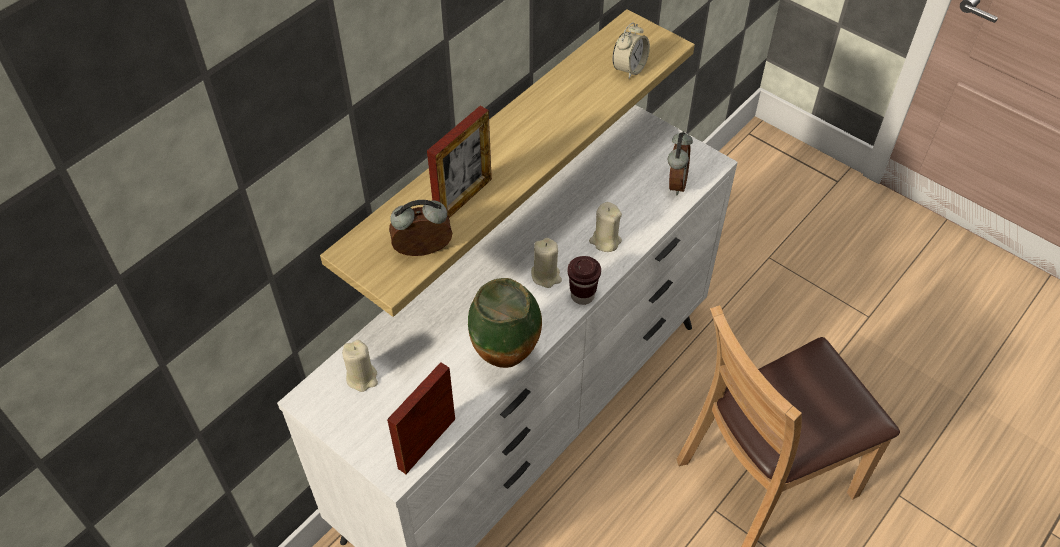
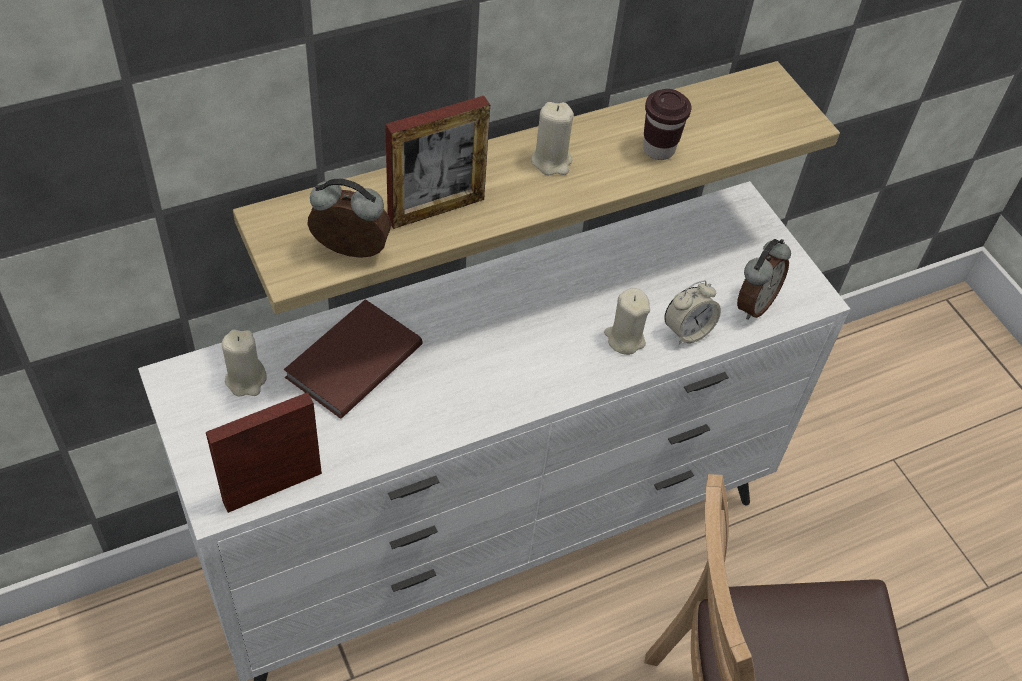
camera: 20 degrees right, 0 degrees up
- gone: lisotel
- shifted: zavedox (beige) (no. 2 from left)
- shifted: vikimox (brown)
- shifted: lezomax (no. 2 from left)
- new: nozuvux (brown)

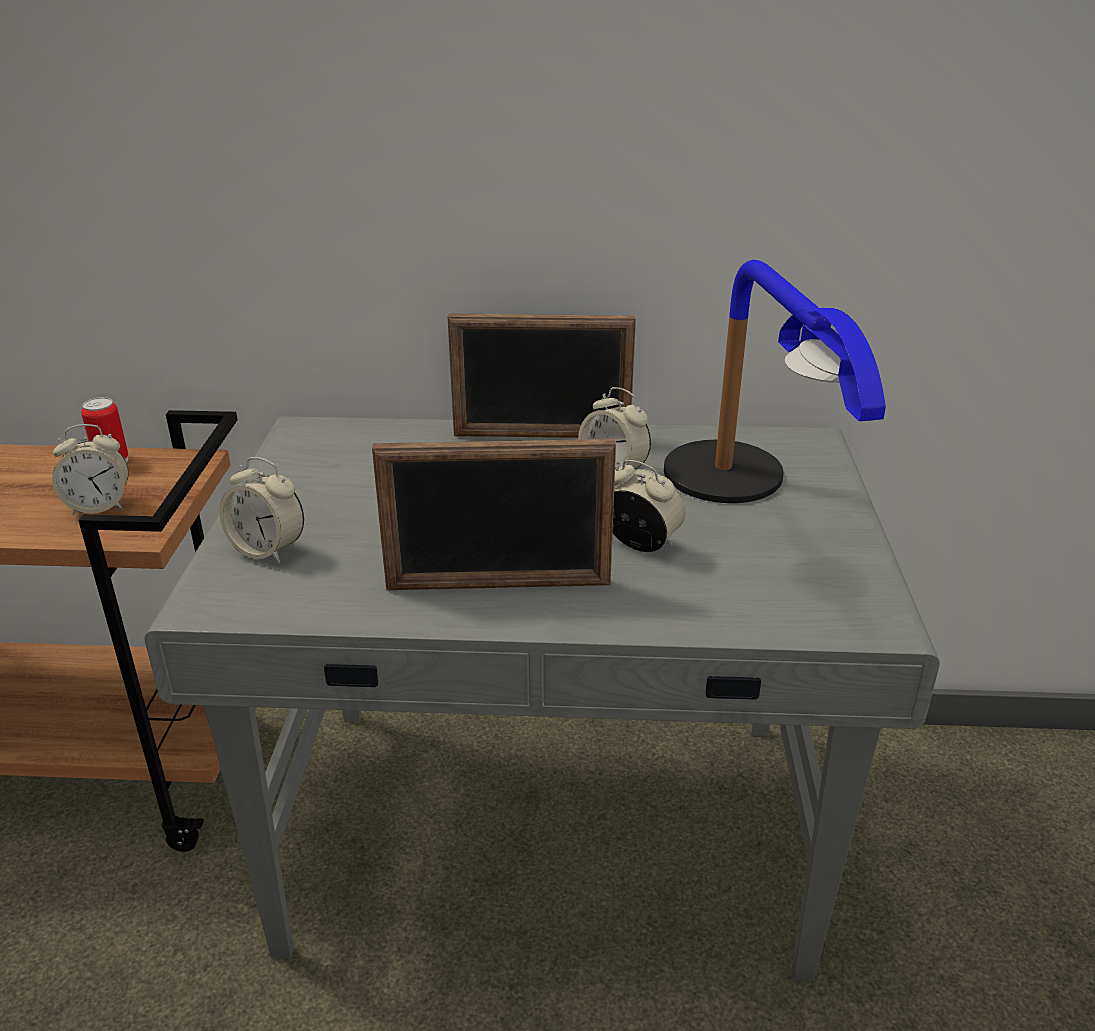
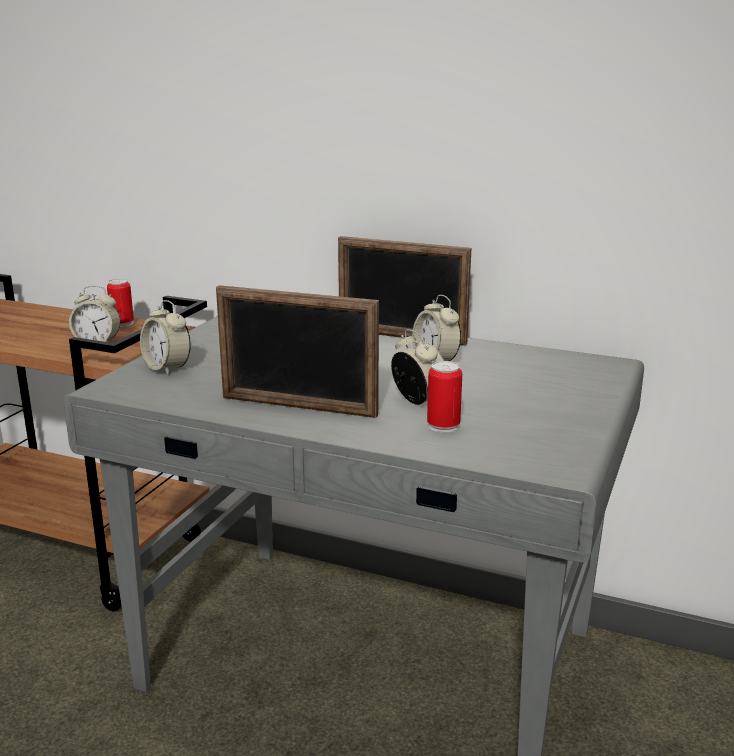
camera: 20 degrees right, 10 degrees down
- gone: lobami
- new: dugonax (no. 2 from left)

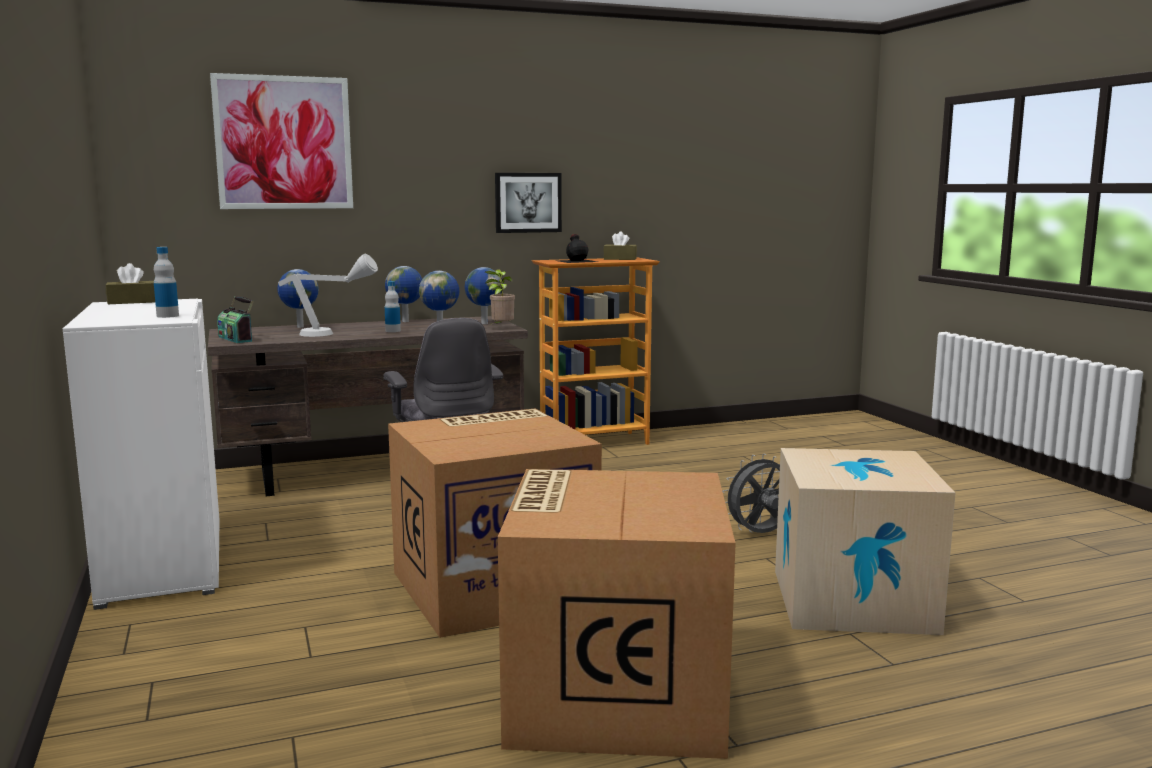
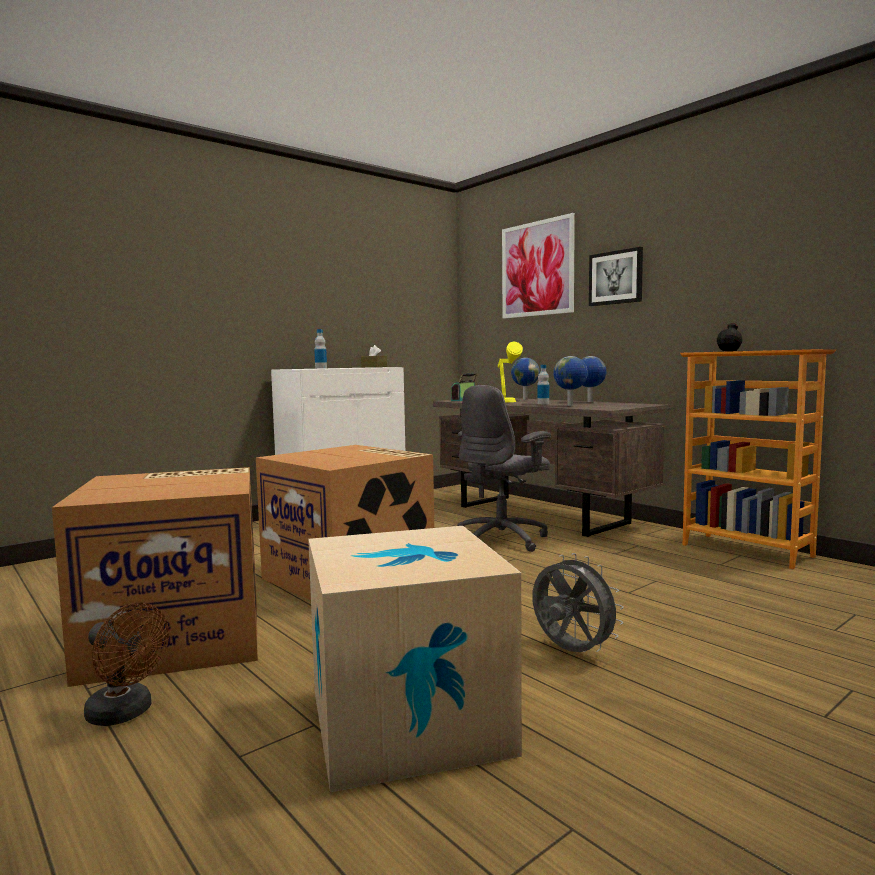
camera: 70 degrees right, 5 degrees down
- repainted: lobami (grey) to lobami (yellow)
- gone: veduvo (no. 4 from left)
- gone: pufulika
- shifted: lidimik (no. 2 from left)
- gone: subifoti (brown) (no. 2 from left)
- new: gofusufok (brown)

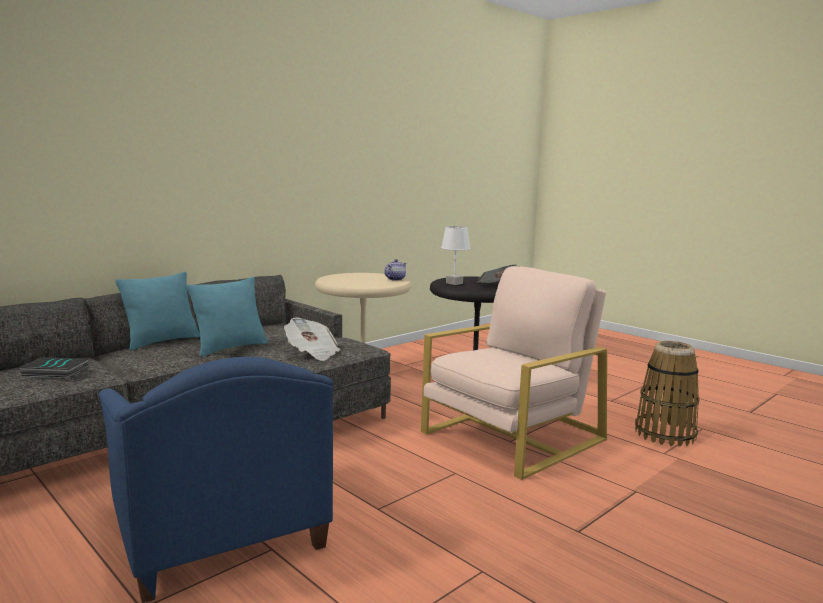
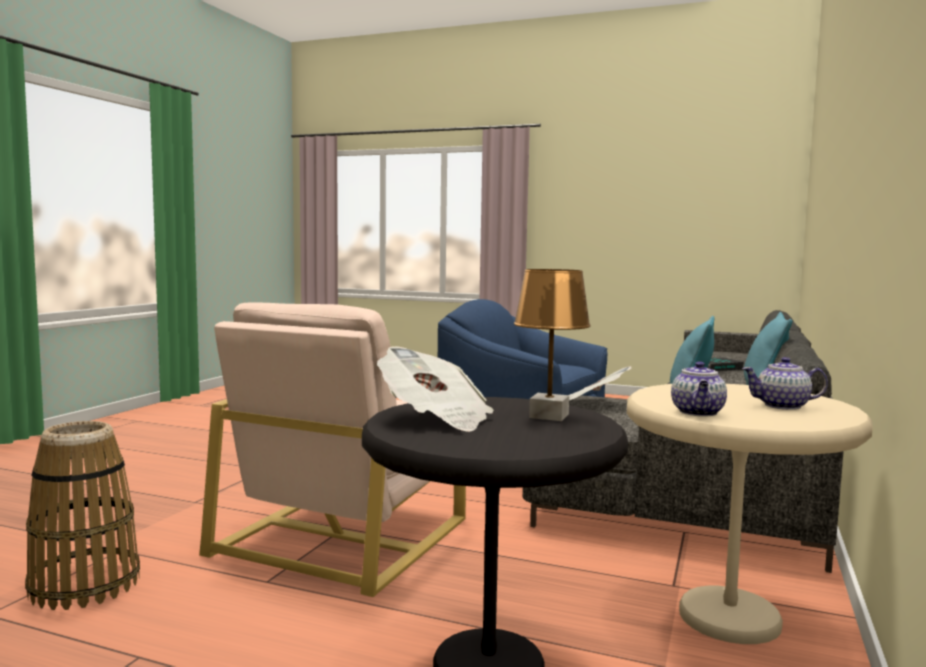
camera: 155 degrees right, 5 degrees down
- repainted: lobami (white) to lobami (brown)
- new: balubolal (no. 2 from left)

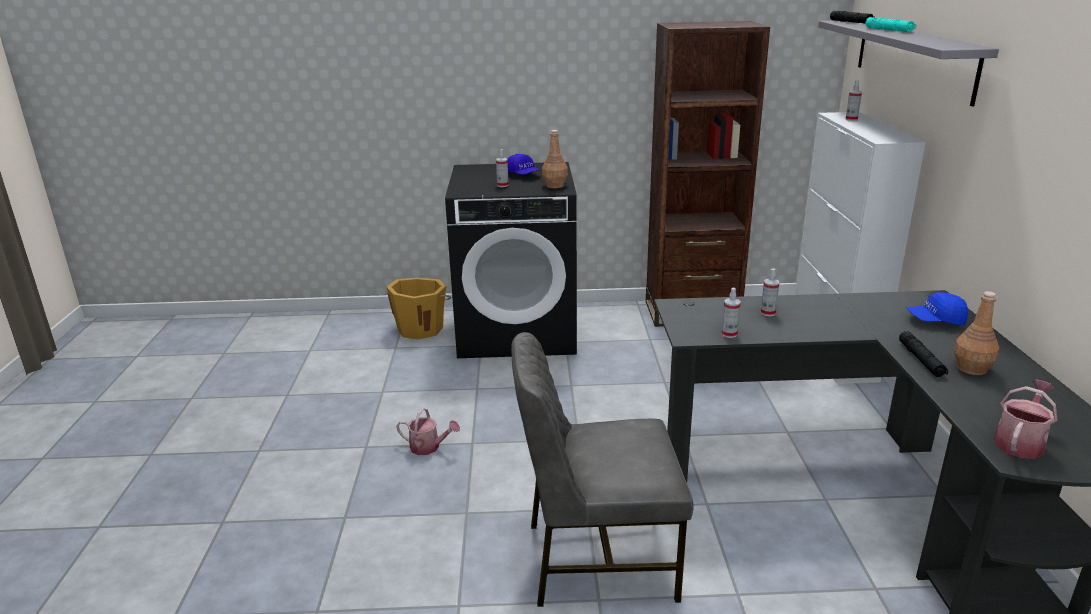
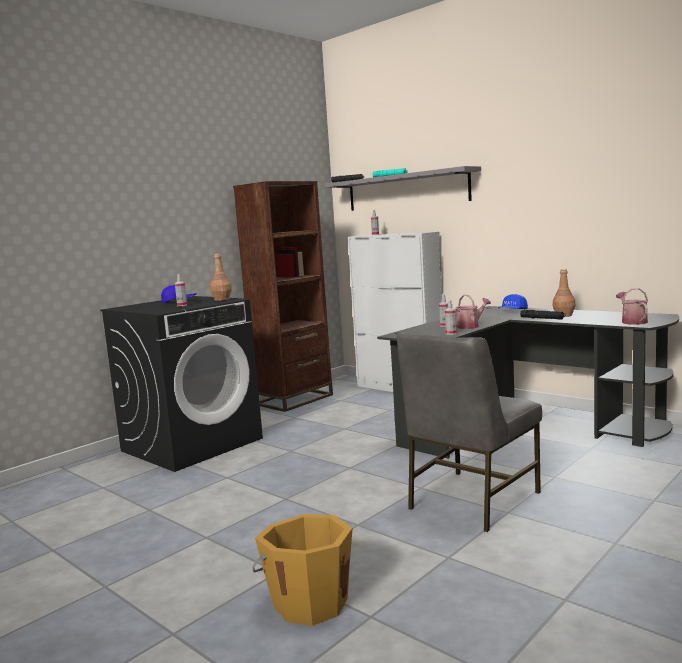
camera: 45 degrees left, 15 degrees down
- shifted: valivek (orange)
- shifted: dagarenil (no. 1 from left)

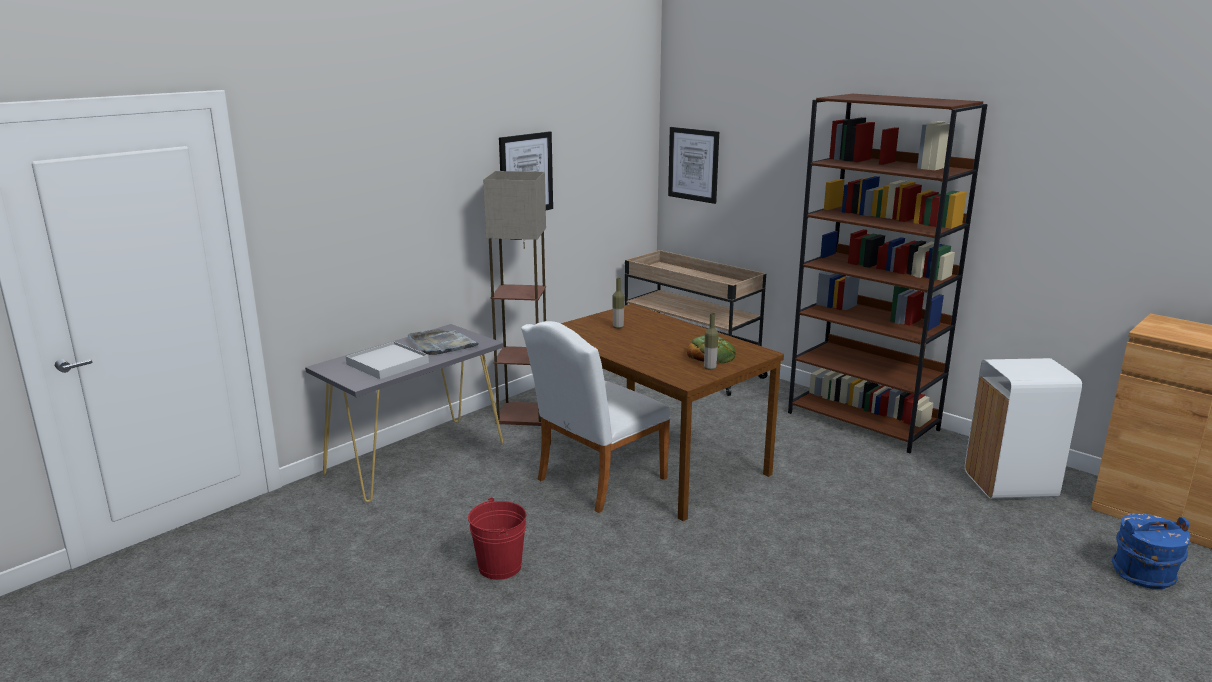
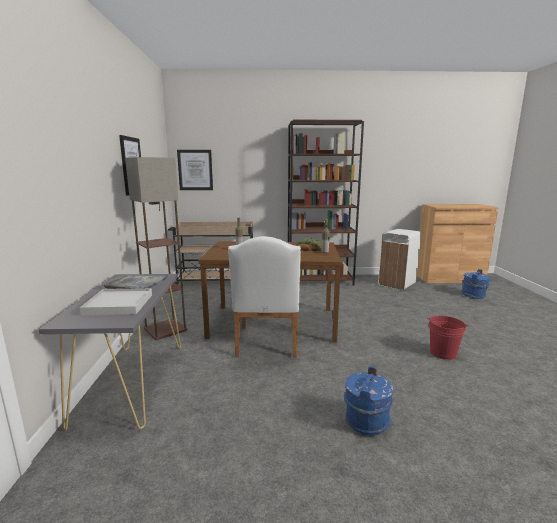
camera: 45 degrees left, 5 degrees down
- shifted: valivek (red)
- new: valivek (blue) (no. 1 from left)

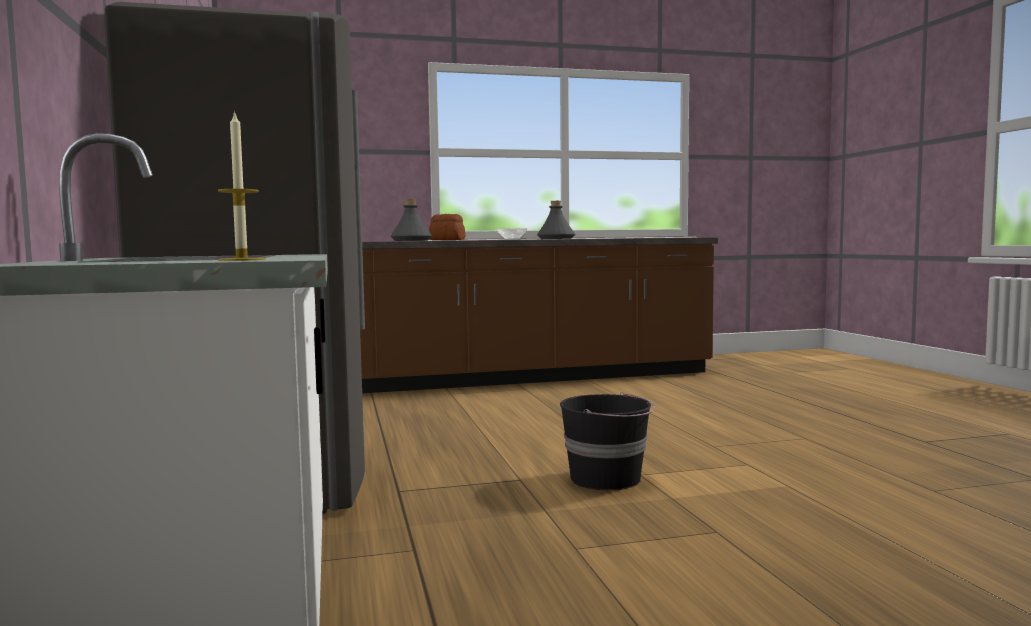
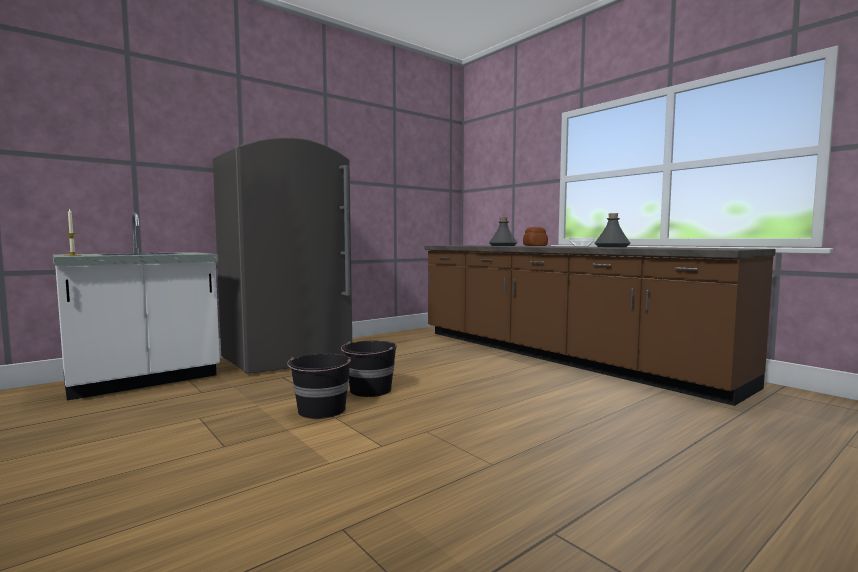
camera: 65 degrees right, 0 degrees up
- new: valivek (black) (no. 2 from left)

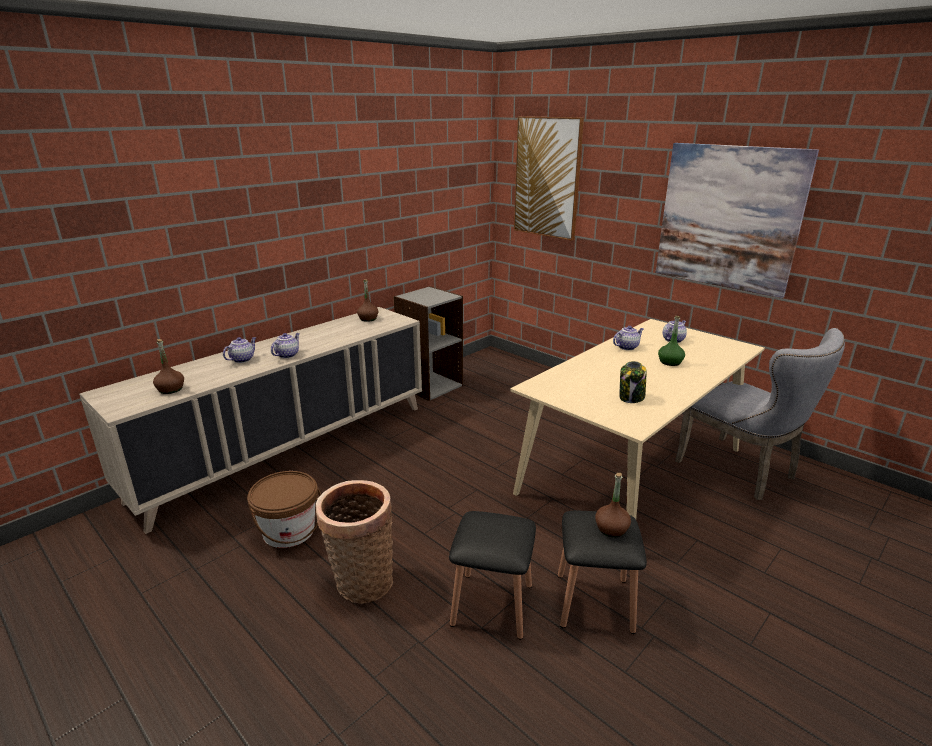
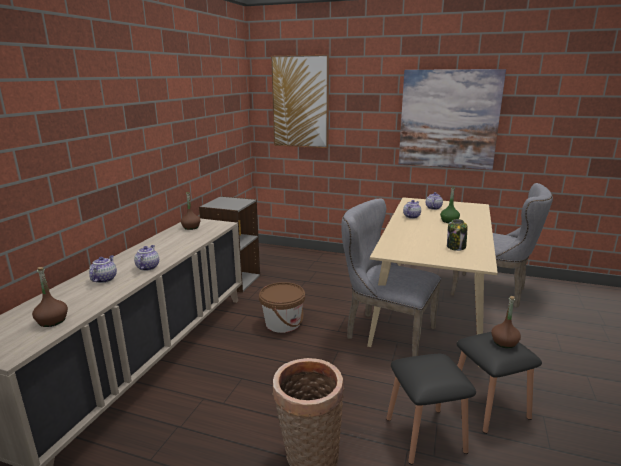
camera: 25 degrees left, 5 degrees down
- shifted: valivek (brown)
- new: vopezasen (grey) (no. 1 from left)

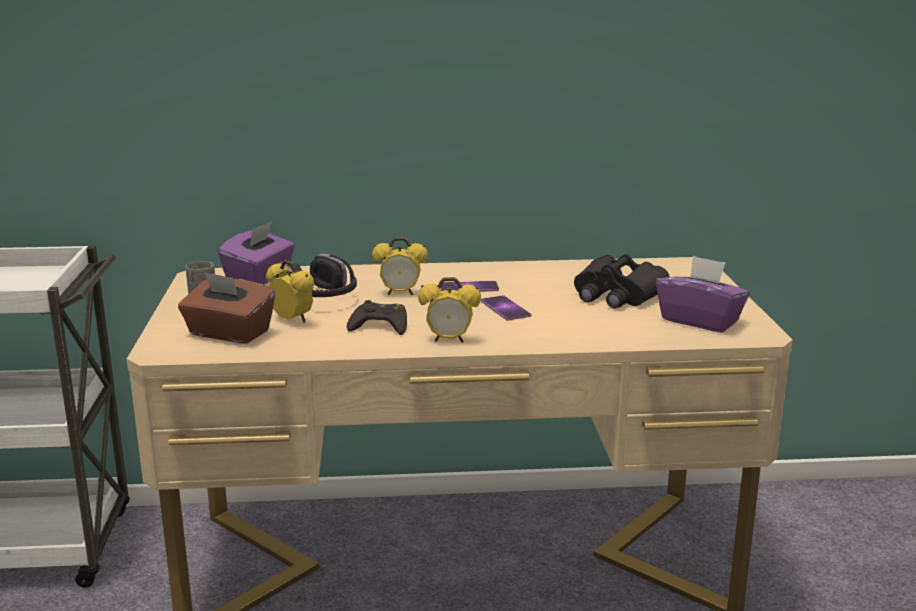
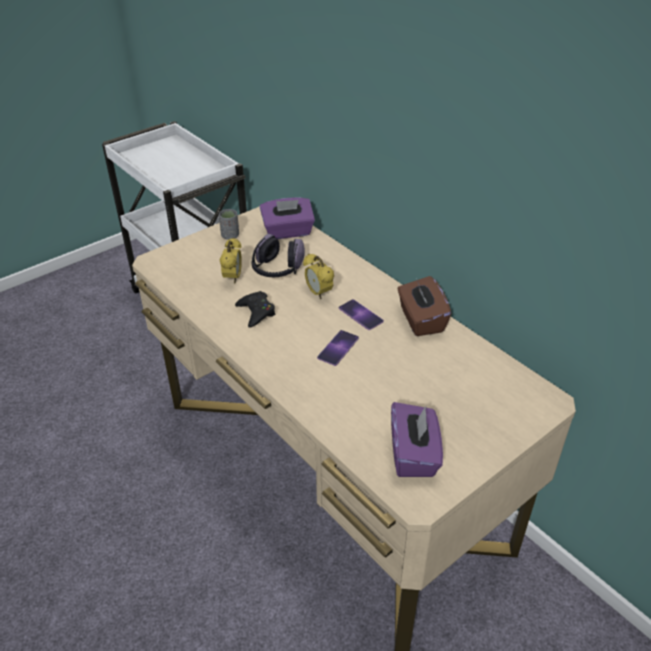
camera: 55 degrees right, 20 degrees up
- shifted: subifoti (brown)
- gone: lezomax (no. 3 from left)
- gone: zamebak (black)

